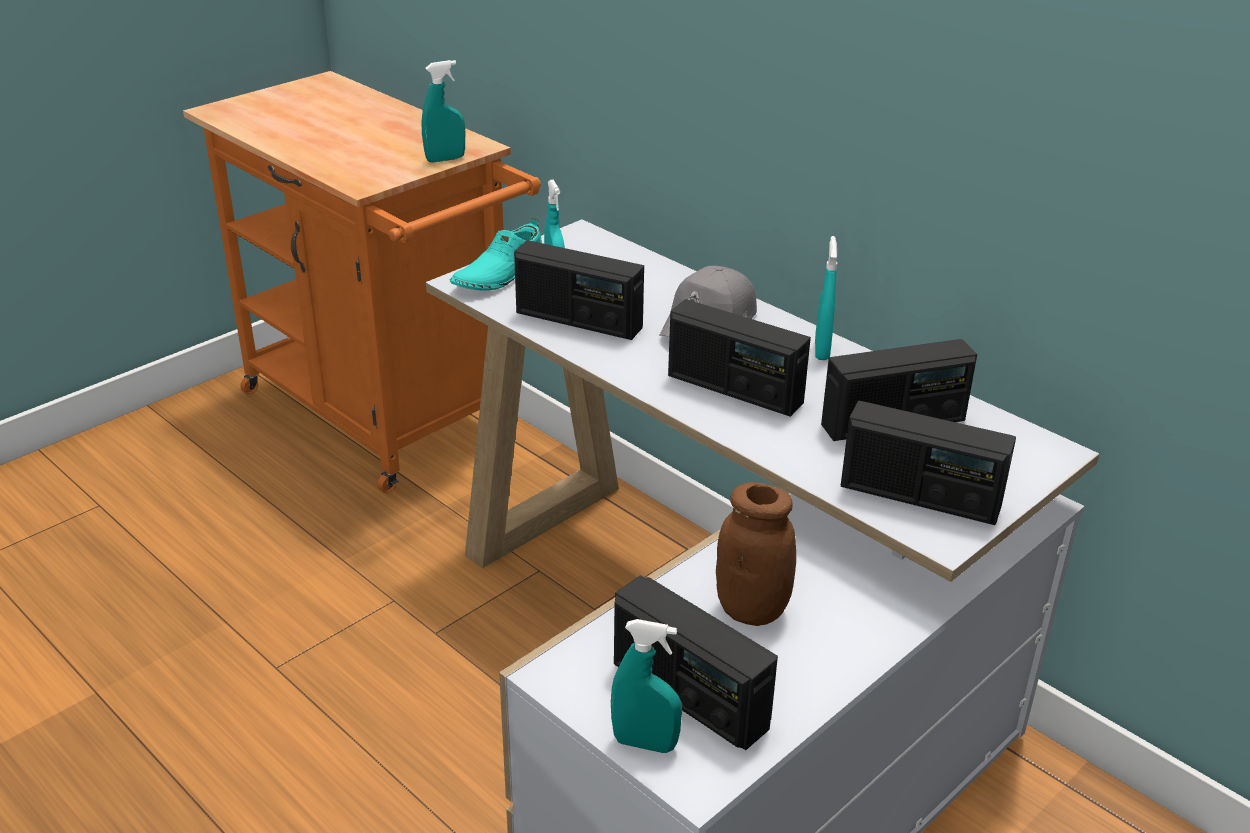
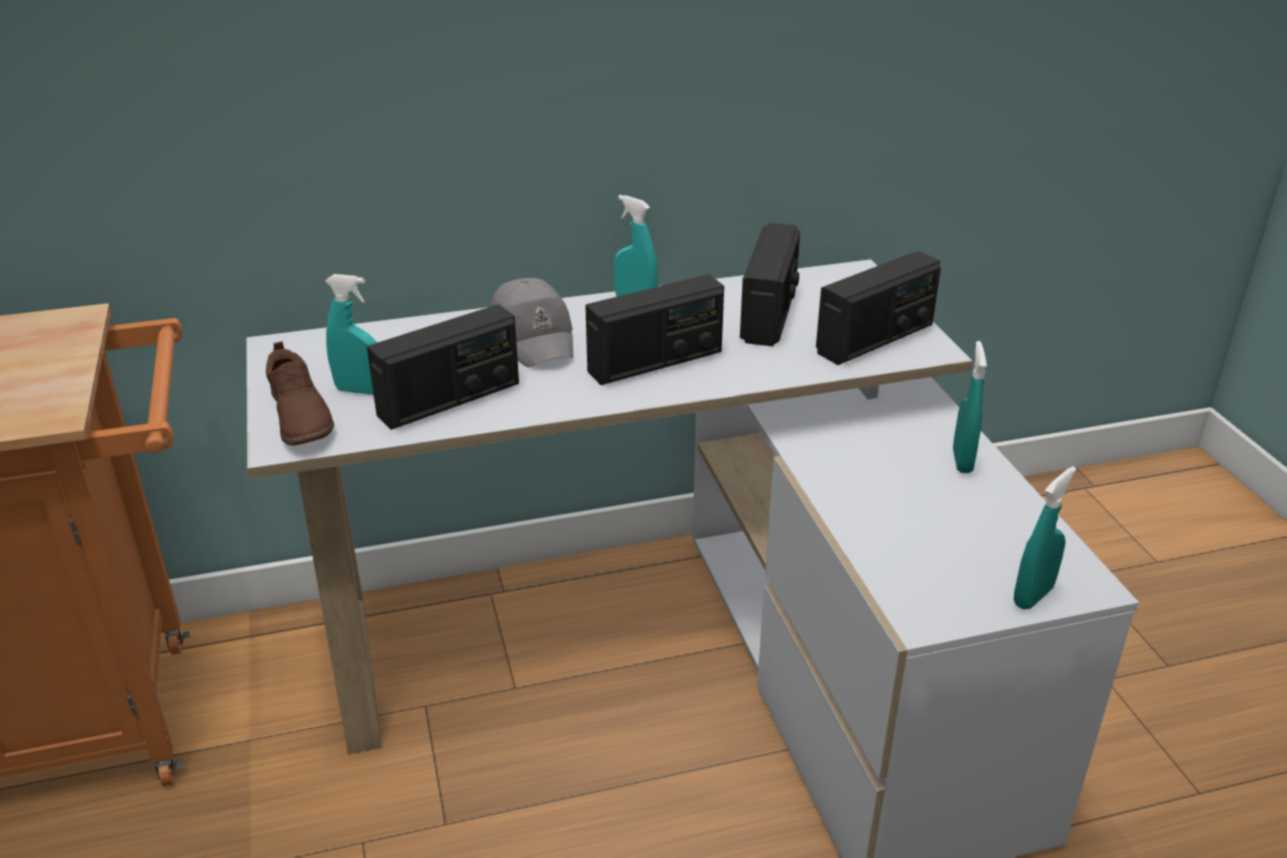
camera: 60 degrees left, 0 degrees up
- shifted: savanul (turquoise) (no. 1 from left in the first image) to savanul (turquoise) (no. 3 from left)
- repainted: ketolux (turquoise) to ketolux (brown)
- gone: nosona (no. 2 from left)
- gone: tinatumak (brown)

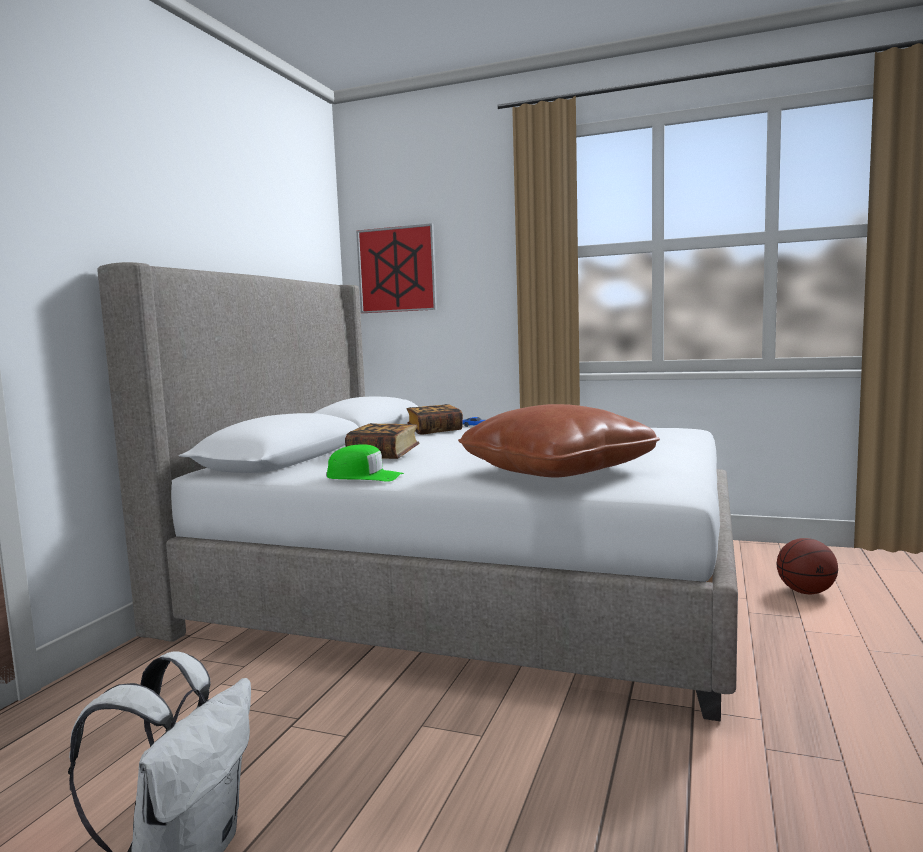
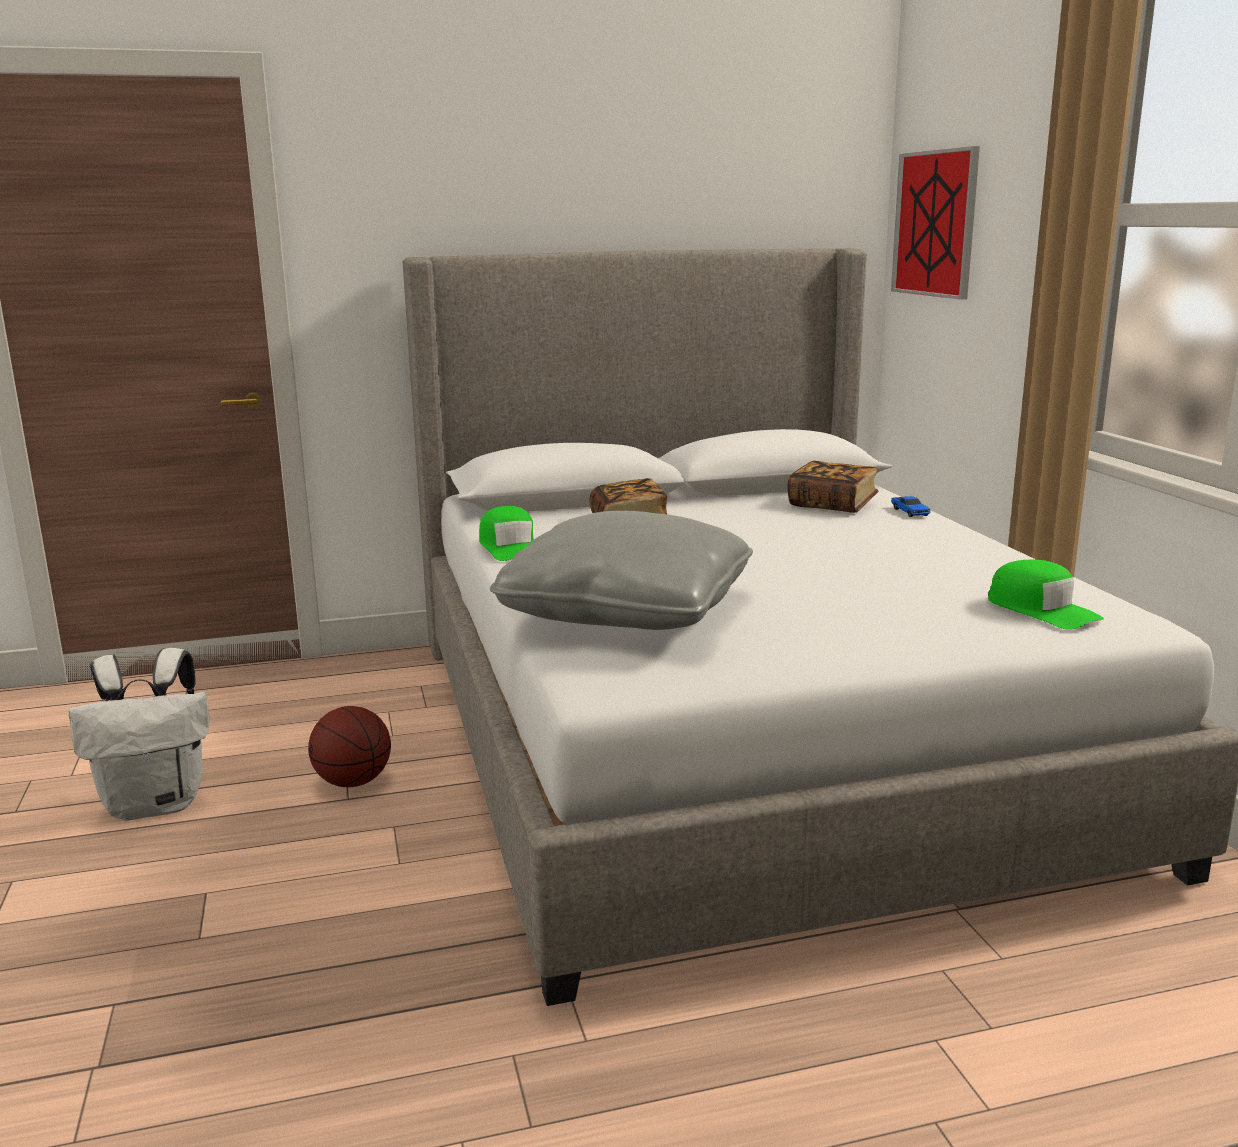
camera: 55 degrees right, 10 degrees up
- repainted: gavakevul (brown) to gavakevul (grey)
- shifted: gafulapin
- new: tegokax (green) (no. 2 from left)

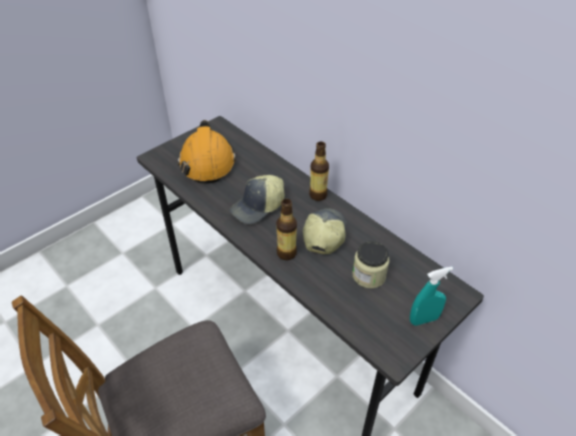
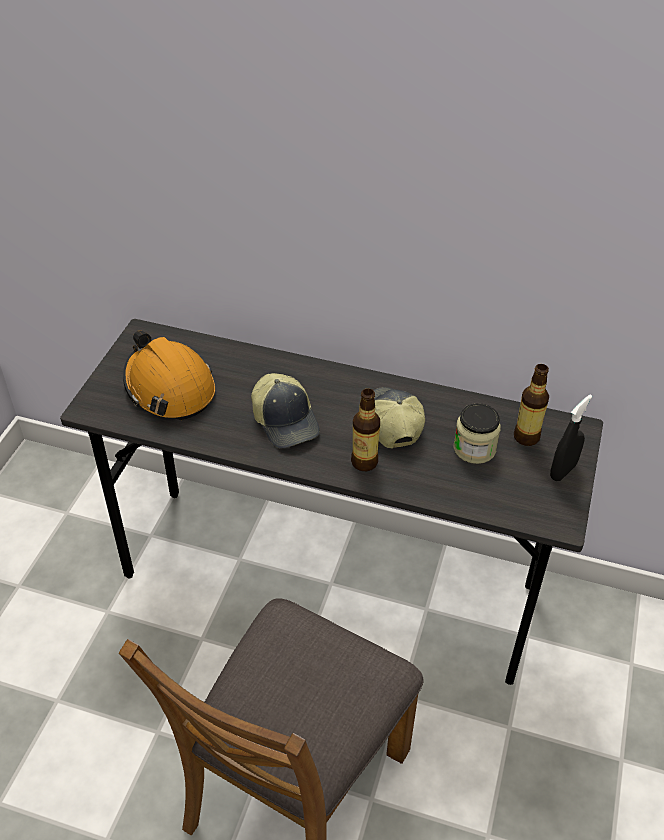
camera: 30 degrees left, 0 degrees up
- rotated: tegokax (no. 1 from left) 45 degrees counterclockwise
- shifted: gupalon (no. 2 from left)
- repainted: savanul (turquoise) to savanul (black)

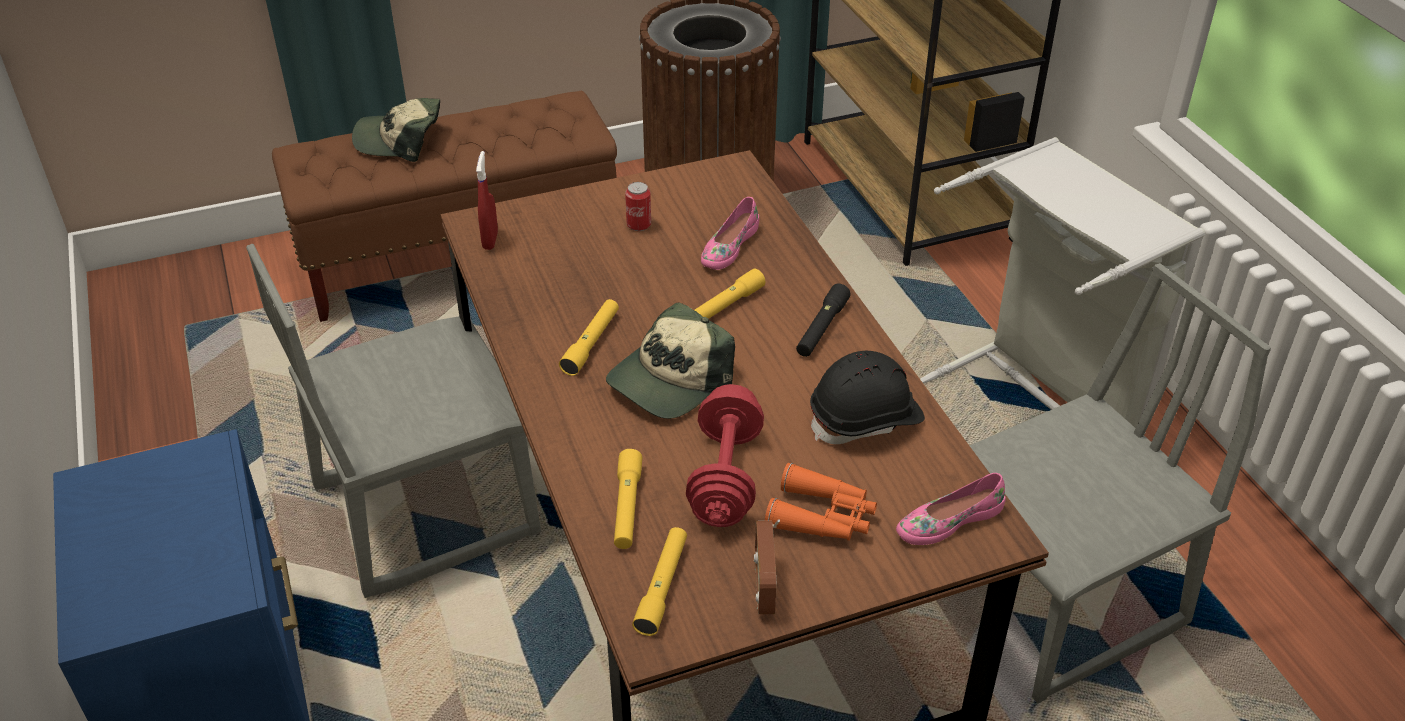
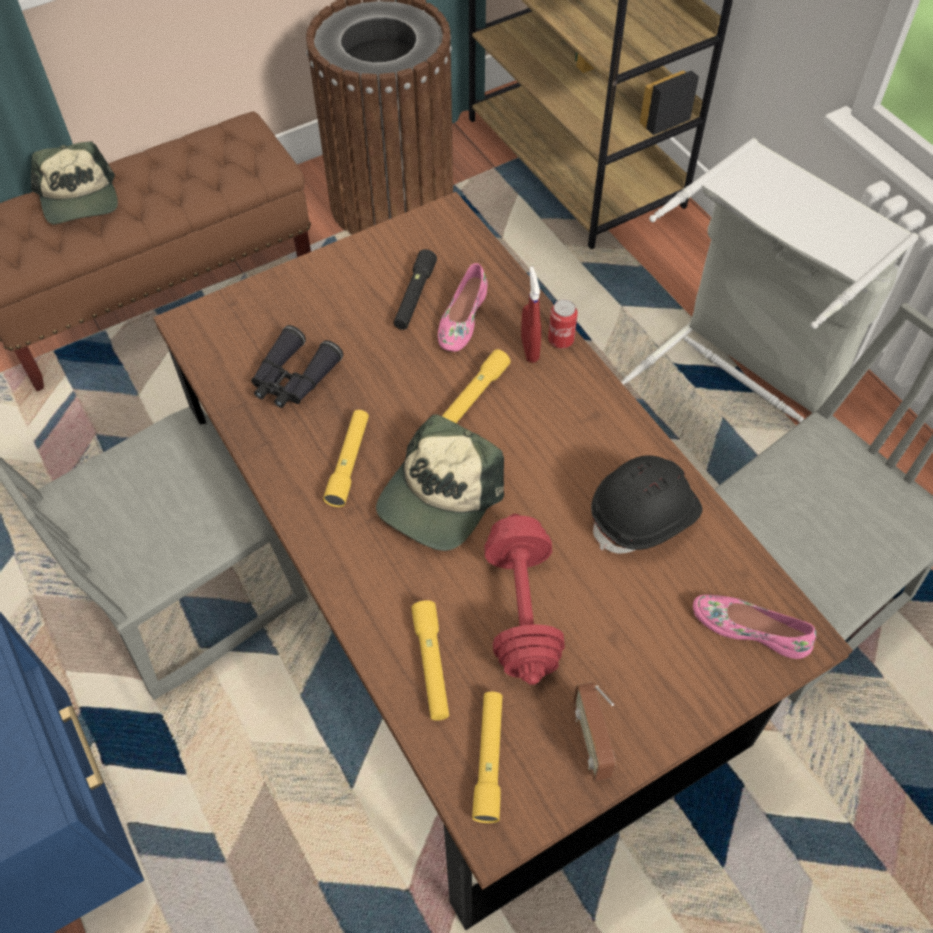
camera: 10 degrees left, 15 degrees up
- rotated: tegokax (no. 1 from left) 105 degrees counterclockwise
- shifted: savanul (red)
- shifted: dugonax
- gone: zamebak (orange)
- shifted: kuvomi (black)
- rotated: ketolux (pink) (no. 2 from left) 60 degrees clockwise
- new: zamebak (black)

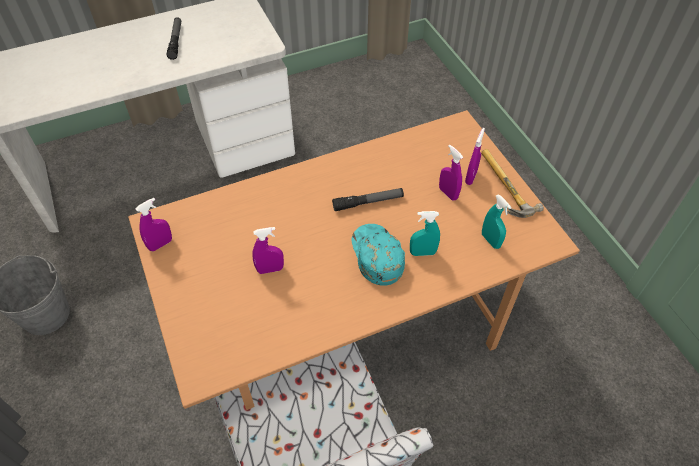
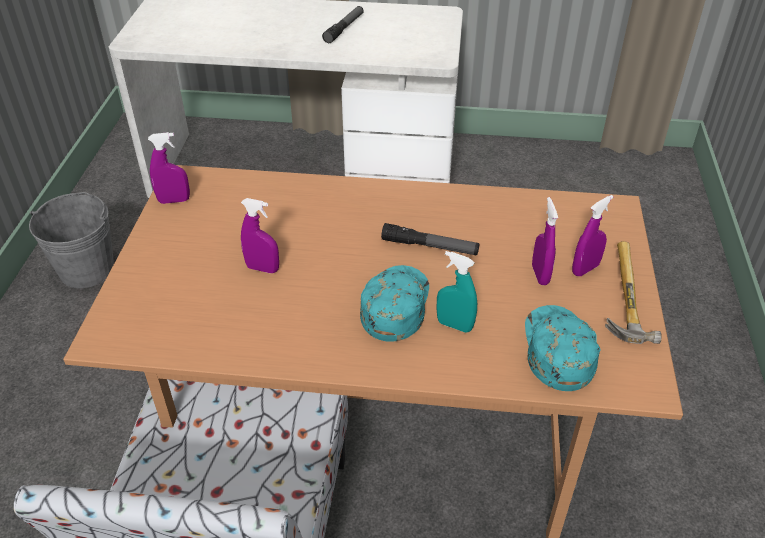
camera: 30 degrees right, 10 degrees down
- swapped: savanul (turquoise) (no. 2 from left) to tegokax (turquoise) (no. 2 from left)

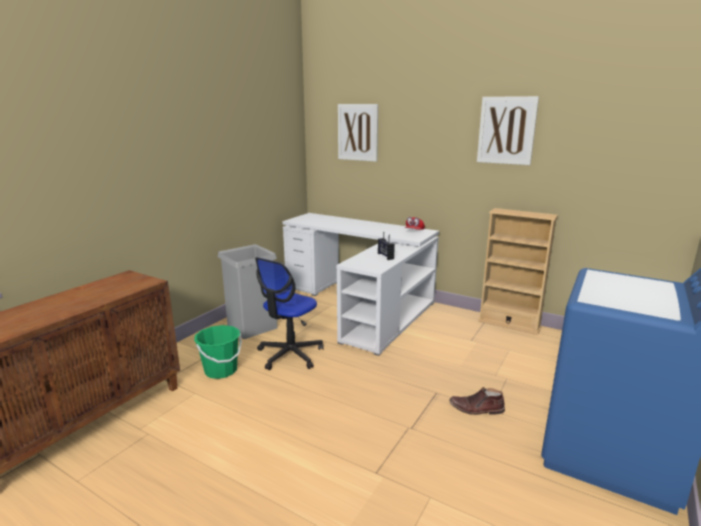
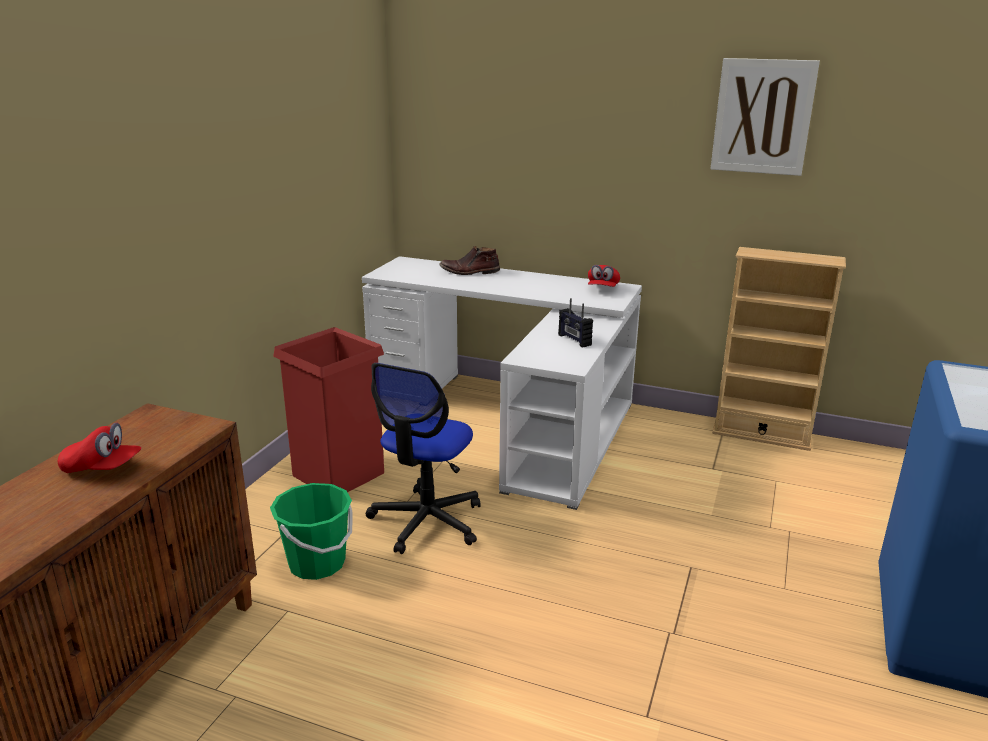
camera: 10 degrees left, 5 degrees up
- repainted: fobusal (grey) to fobusal (red)
- gone: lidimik (no. 1 from left)
- shifted: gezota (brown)
- new: tegokax (red) (no. 1 from left)

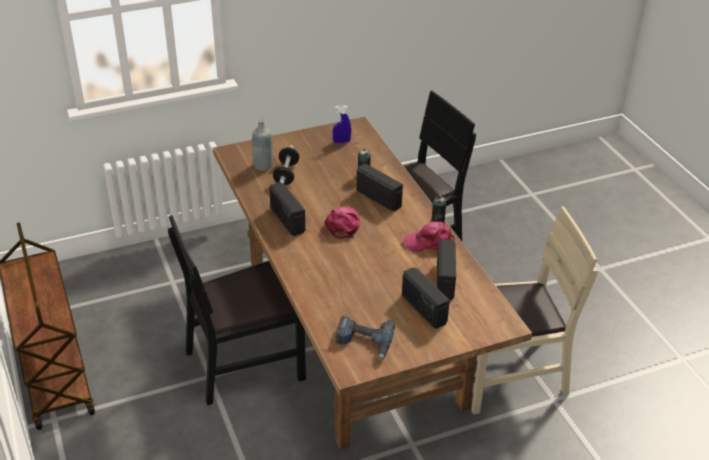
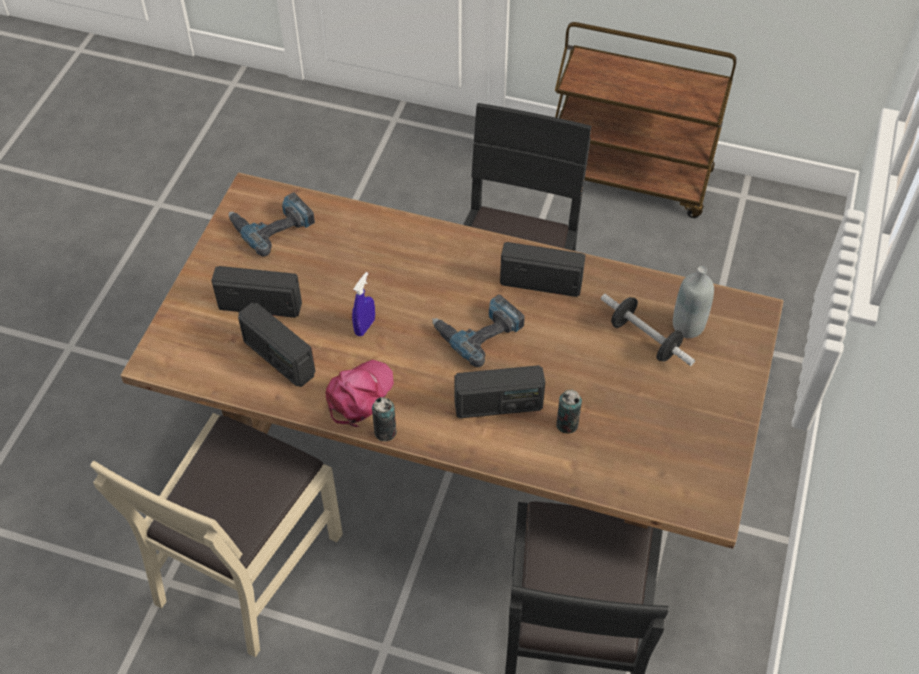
camera: 130 degrees right, 15 degrees up
- swapped: tegokax (pink) (no. 1 from left) to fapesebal (no. 2 from left)
- shifted: savanul (blue)

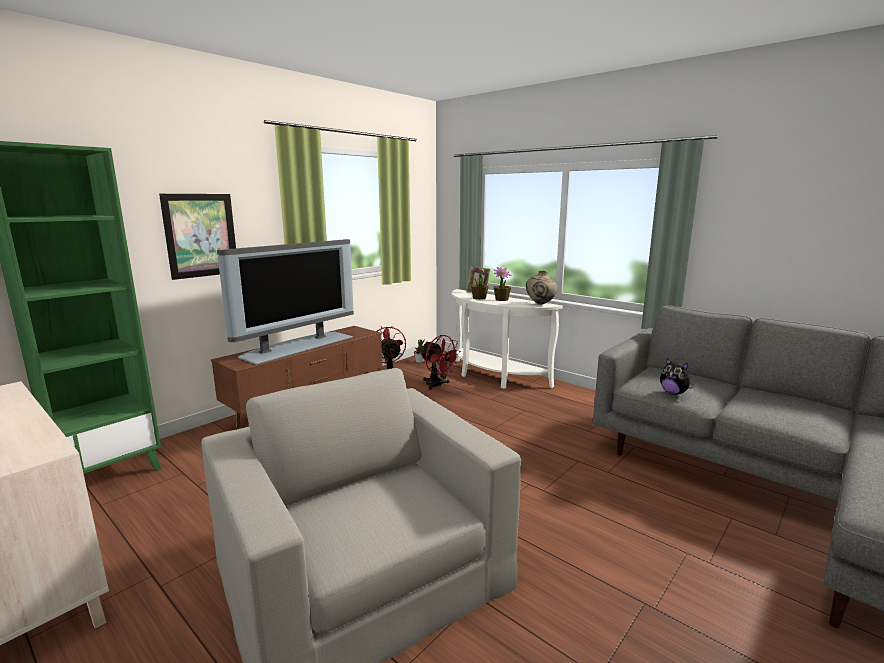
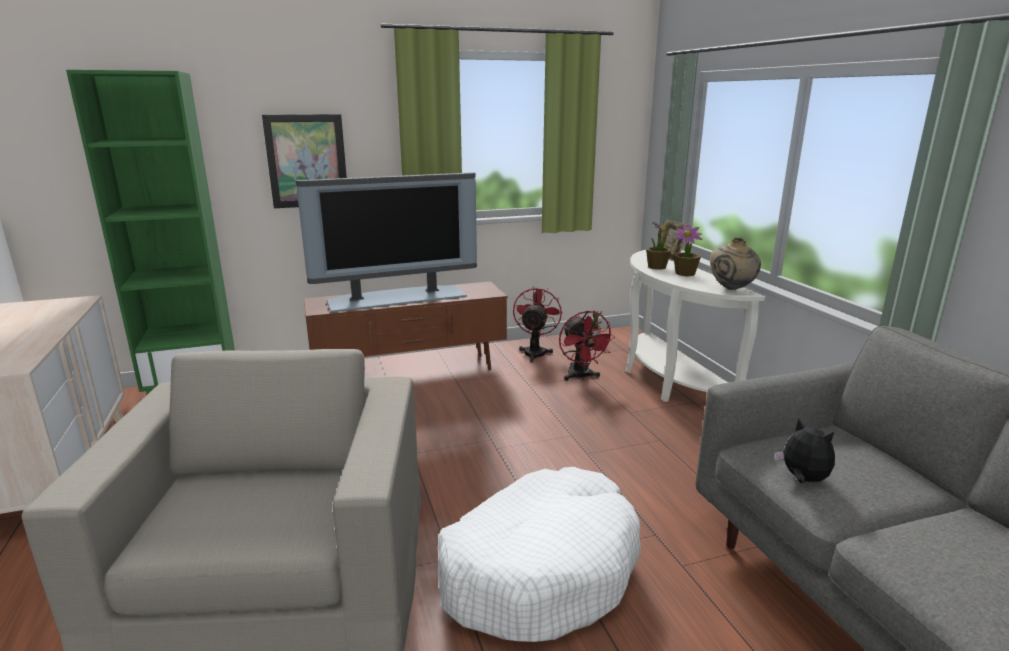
camera: 30 degrees right, 5 degrees up
- rotated: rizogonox 150 degrees clockwise
- new: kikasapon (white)

